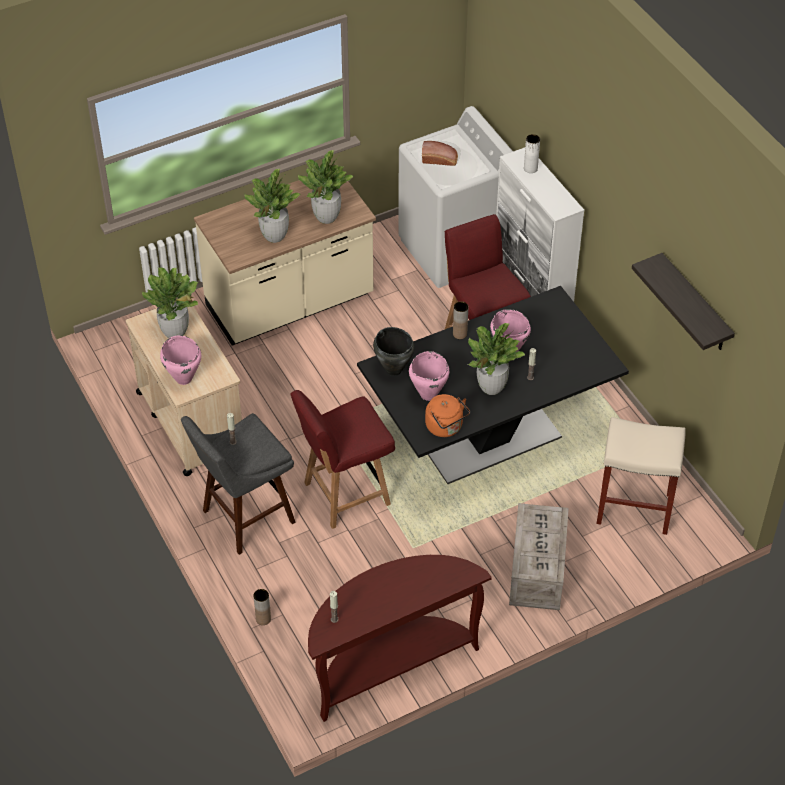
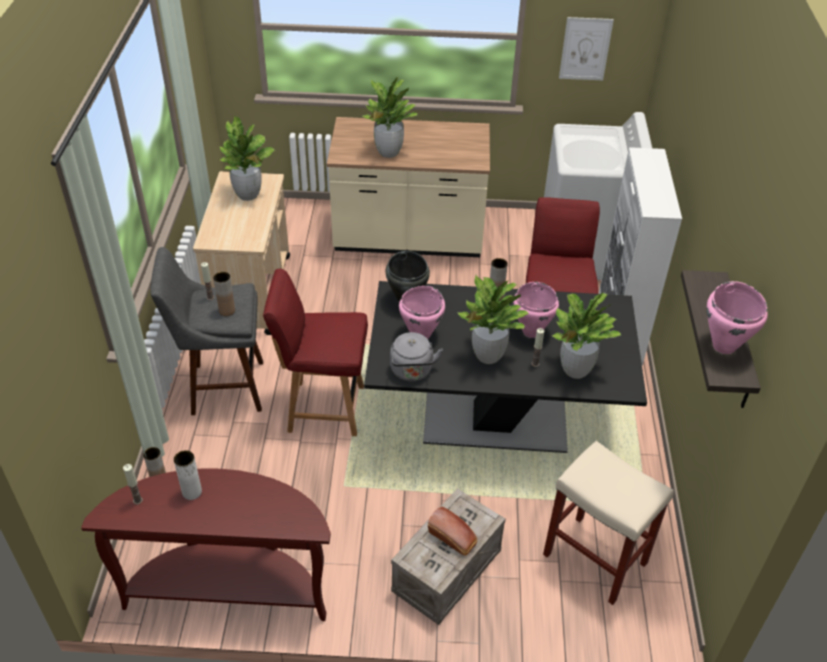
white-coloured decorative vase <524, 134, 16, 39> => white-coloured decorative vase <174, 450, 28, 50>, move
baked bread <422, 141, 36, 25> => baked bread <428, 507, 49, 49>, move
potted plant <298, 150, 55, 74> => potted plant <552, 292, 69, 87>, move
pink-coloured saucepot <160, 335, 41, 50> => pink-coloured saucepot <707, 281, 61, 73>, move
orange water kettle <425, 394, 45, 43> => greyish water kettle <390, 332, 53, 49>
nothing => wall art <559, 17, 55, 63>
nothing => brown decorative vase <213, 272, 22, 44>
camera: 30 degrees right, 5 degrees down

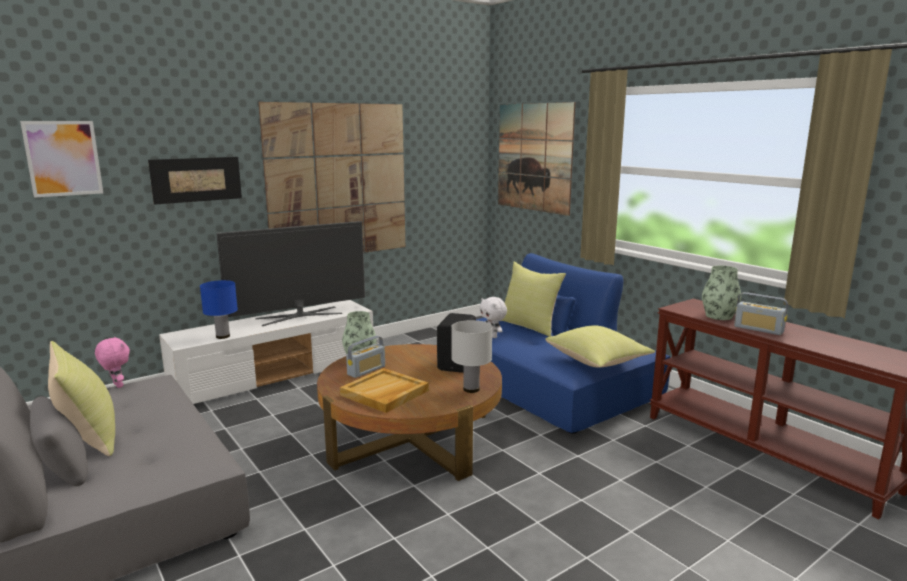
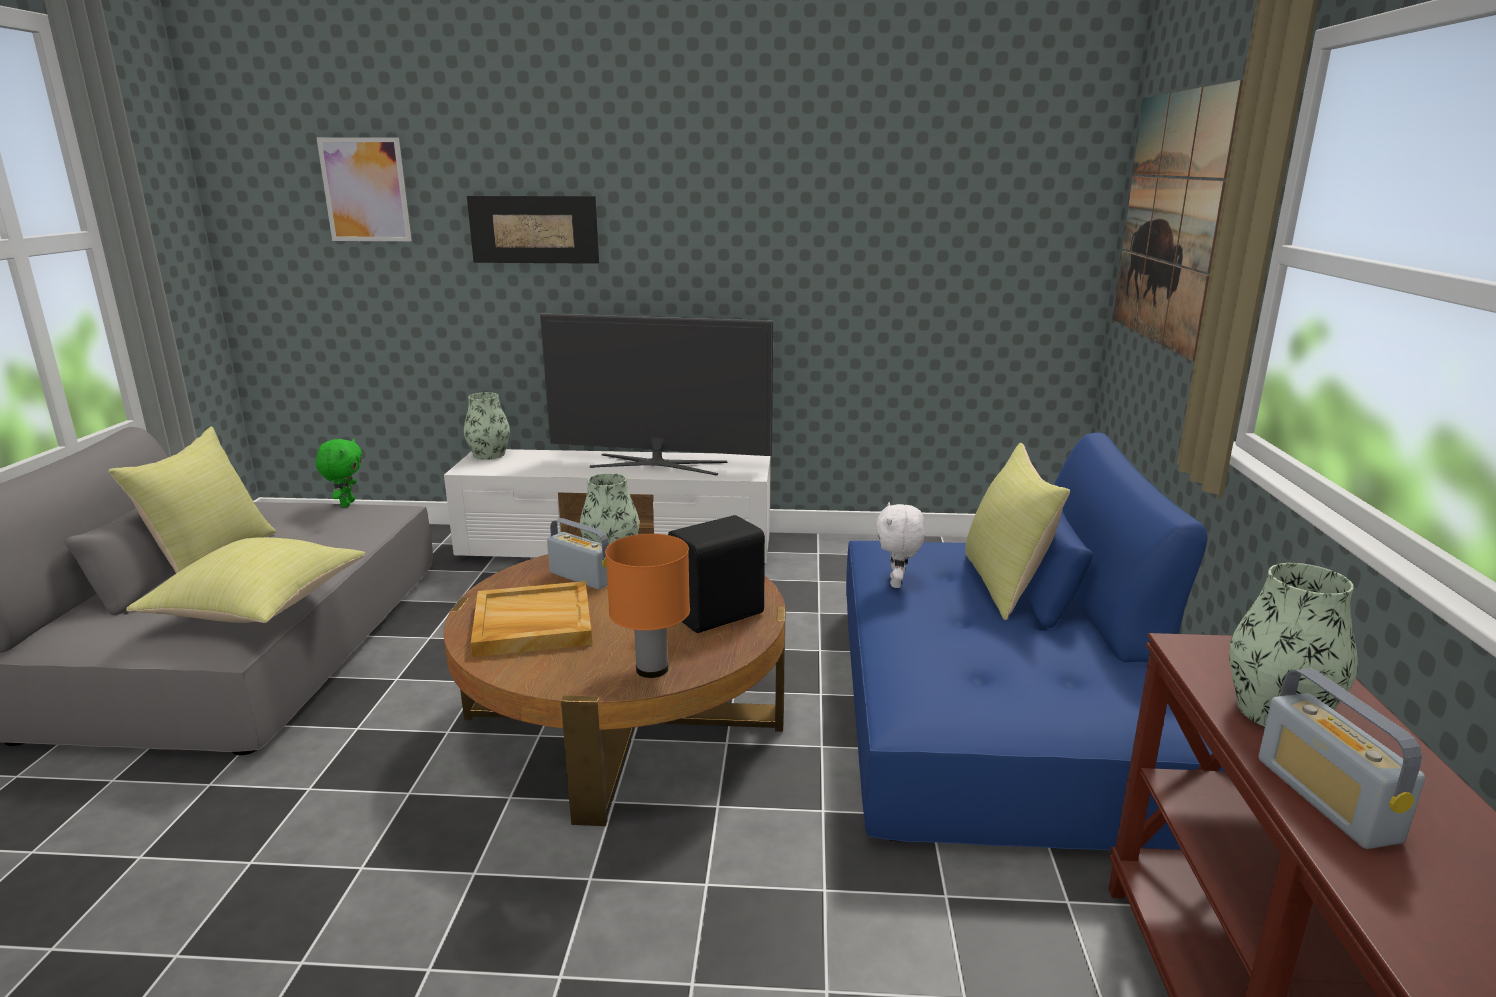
wall art <259, 102, 146, 151> => nothing
blue-coloured table lamp <200, 280, 38, 59> => nothing
white-coloured table lamp <451, 320, 42, 73> => orange table lamp <605, 534, 85, 144>
yellow-coloured pillow <545, 325, 110, 43> => yellow-coloured pillow <126, 537, 239, 86>, move
radio receiver <346, 336, 39, 42> => radio receiver <547, 518, 62, 72>, 135 degrees counterclockwise
pink-coloured cuddly toy <95, 337, 35, 51> => green cuddly toy <316, 438, 46, 69>
nothing => decorative vase <464, 392, 46, 68>
camera: 40 degrees right, 5 degrees up

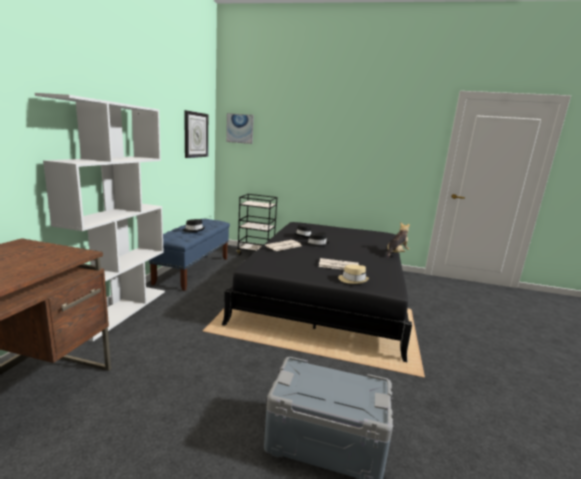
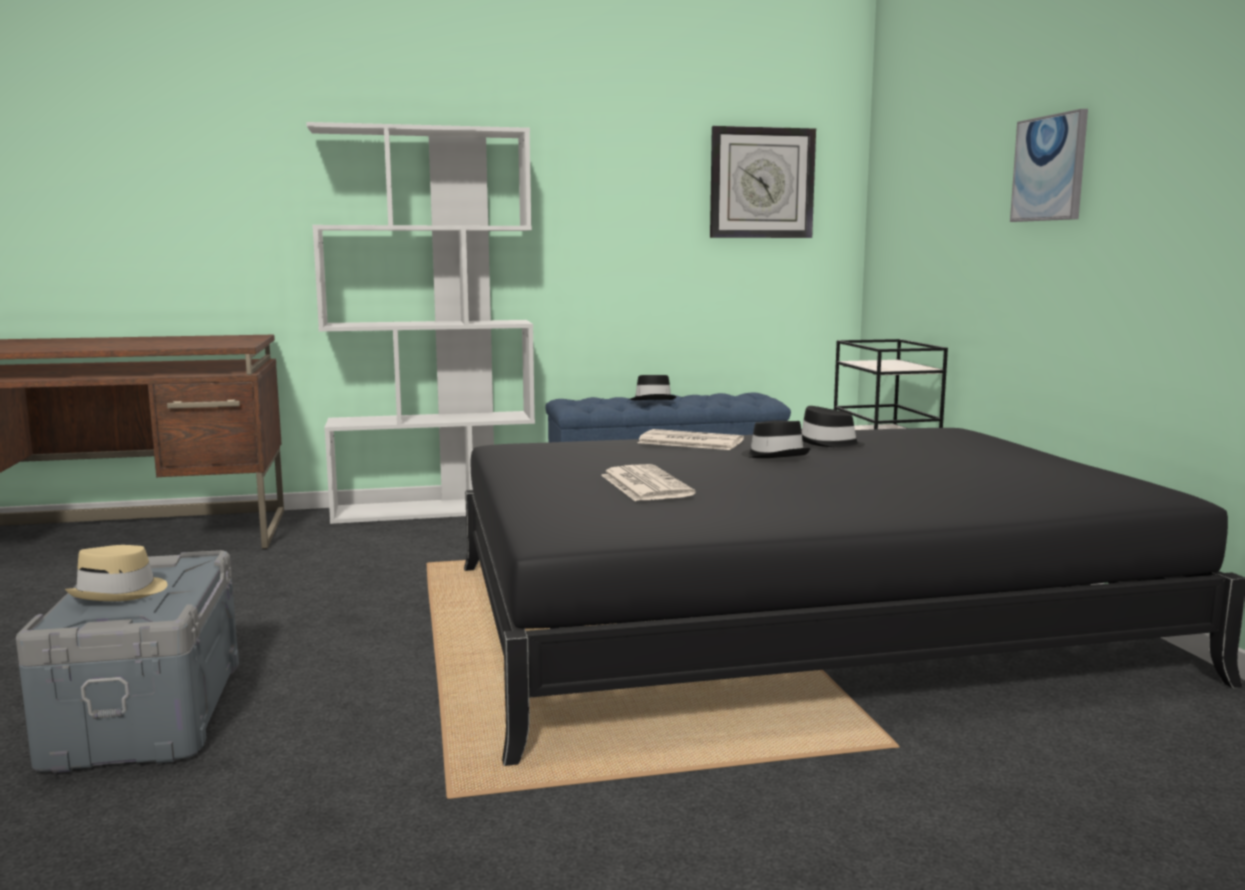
wall art <226, 113, 28, 31> => wall art <1010, 109, 78, 113>, move
cuddly toy <387, 222, 23, 37> => nothing
beige wearable hat <338, 265, 31, 19> => beige wearable hat <65, 545, 103, 56>, move
camera: 65 degrees right, 5 degrees down

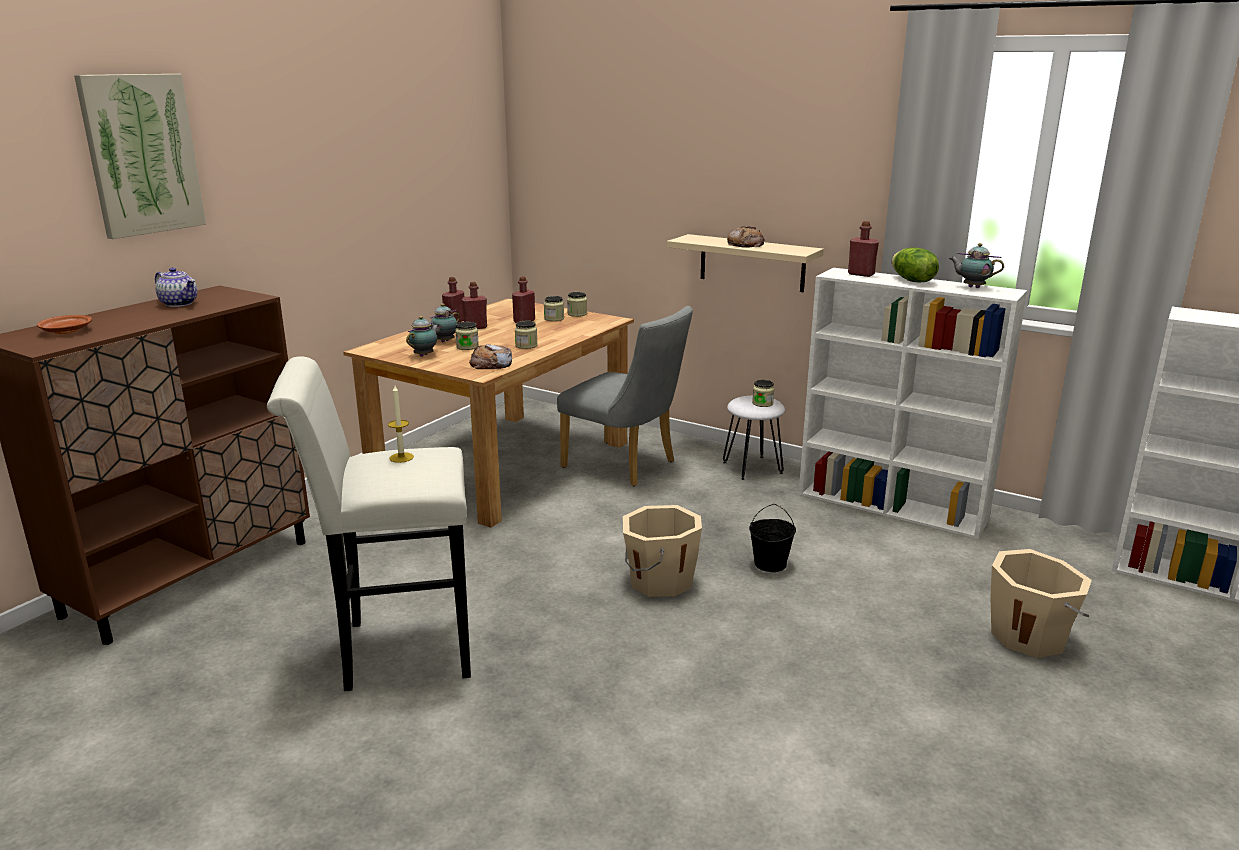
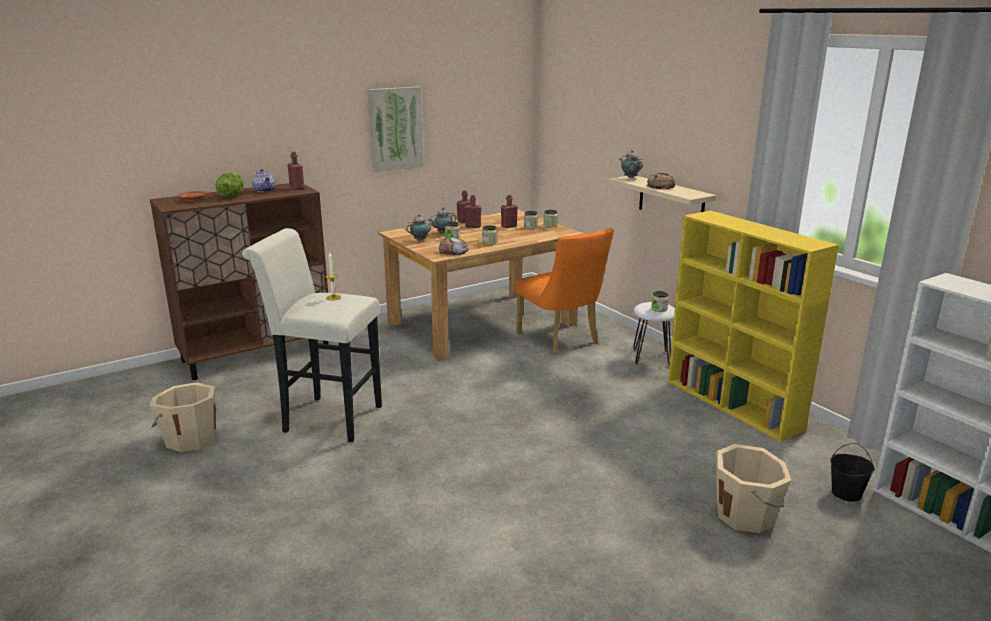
wall art <74, 74, 132, 165> => wall art <368, 87, 56, 85>, move
reddish bottle <848, 221, 31, 56> => reddish bottle <288, 152, 17, 38>, move
tea pot <949, 243, 55, 45> => tea pot <620, 150, 23, 29>, move
head of lettuce <892, 247, 47, 35> => head of lettuce <215, 172, 28, 25>, move
white-coloured bookcase <799, 268, 228, 271> => yellow-coloured bookcase <668, 210, 171, 232>
greyish plain chair <557, 306, 136, 180> => orange plain chair <515, 228, 99, 126>
black-coloured water bucket <749, 504, 47, 68> => black-coloured water bucket <830, 443, 45, 59>, move
beige water bucket <623, 505, 79, 92> => beige water bucket <150, 382, 66, 70>, move
camera: 25 degrees right, 0 degrees up

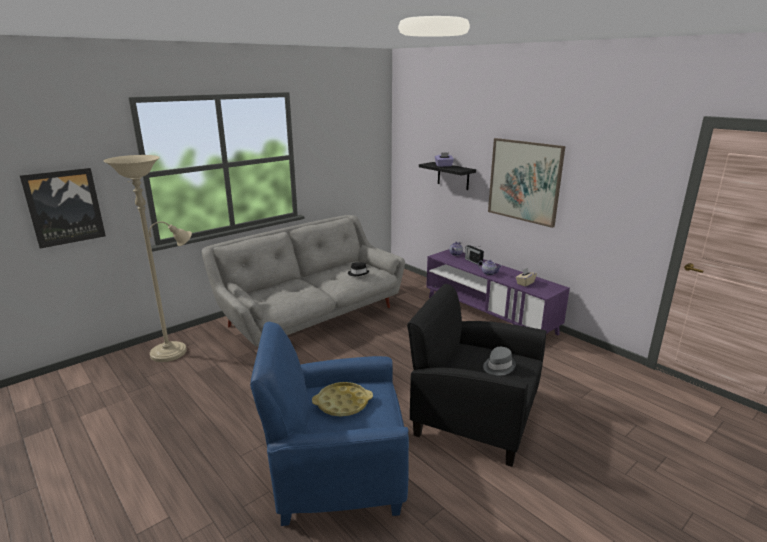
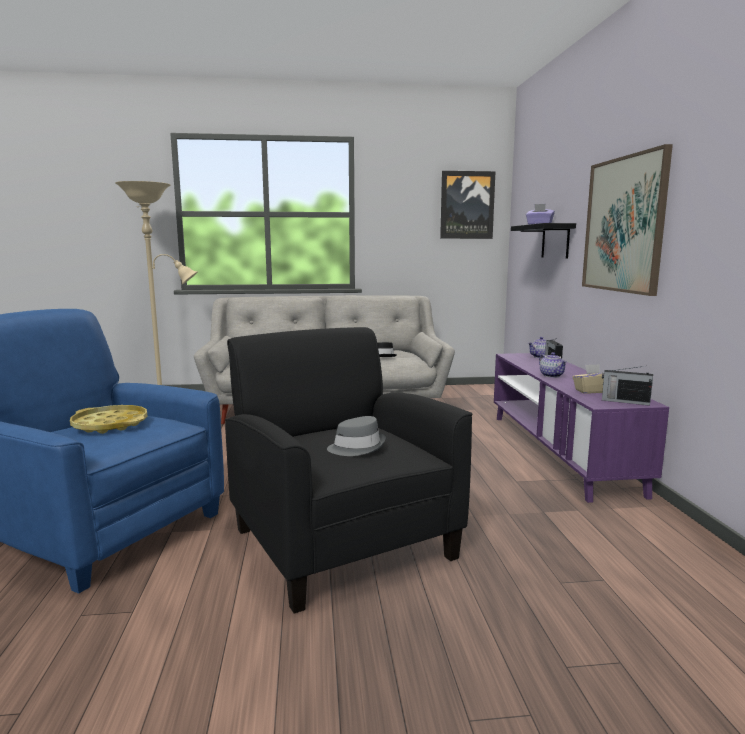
wall art <20, 168, 86, 81> => wall art <440, 171, 56, 68>, move
nothing => radio receiver <602, 366, 51, 40>
camera: 35 degrees right, 10 degrees down

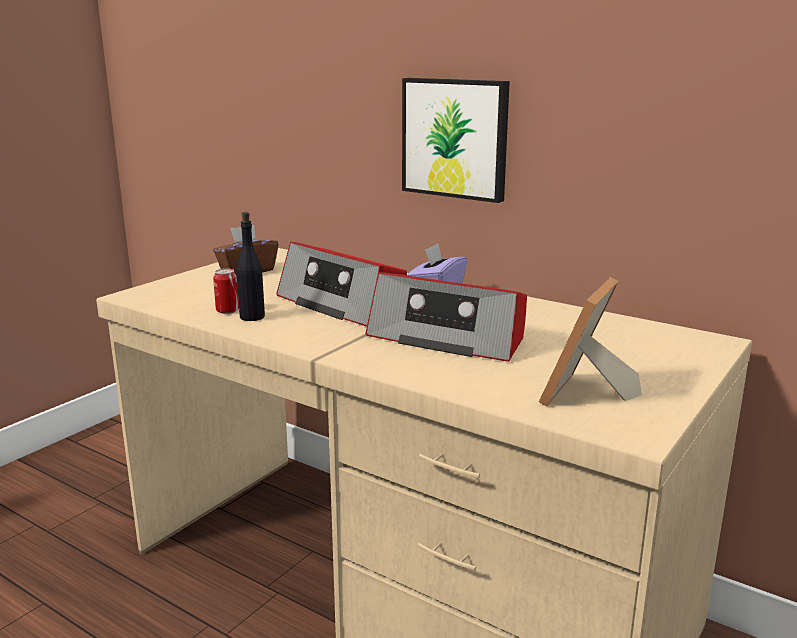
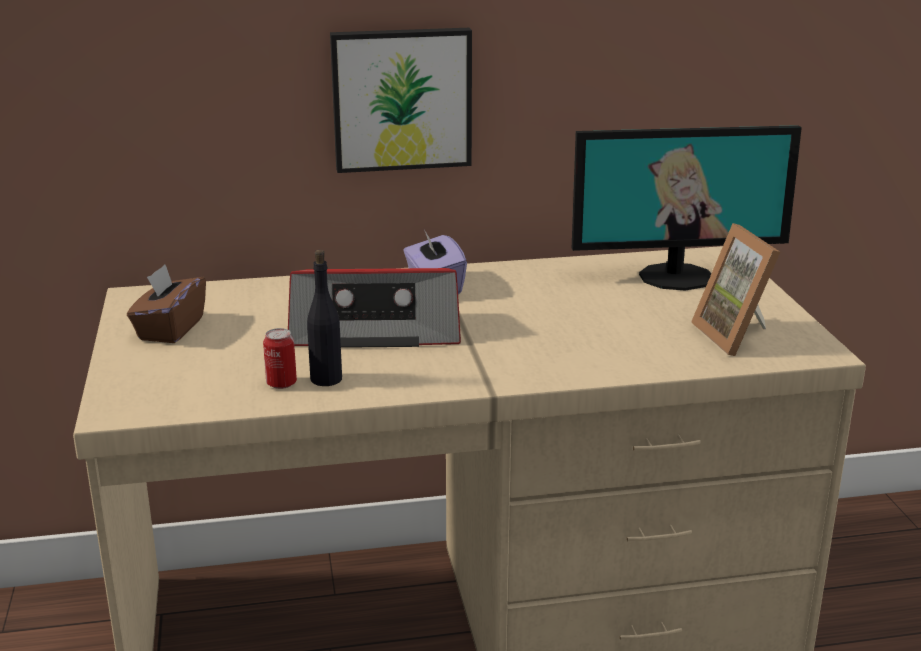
radio receiver <365, 272, 162, 90> => nothing
nothing => computer display <572, 125, 230, 166>
camera: 45 degrees left, 5 degrees up

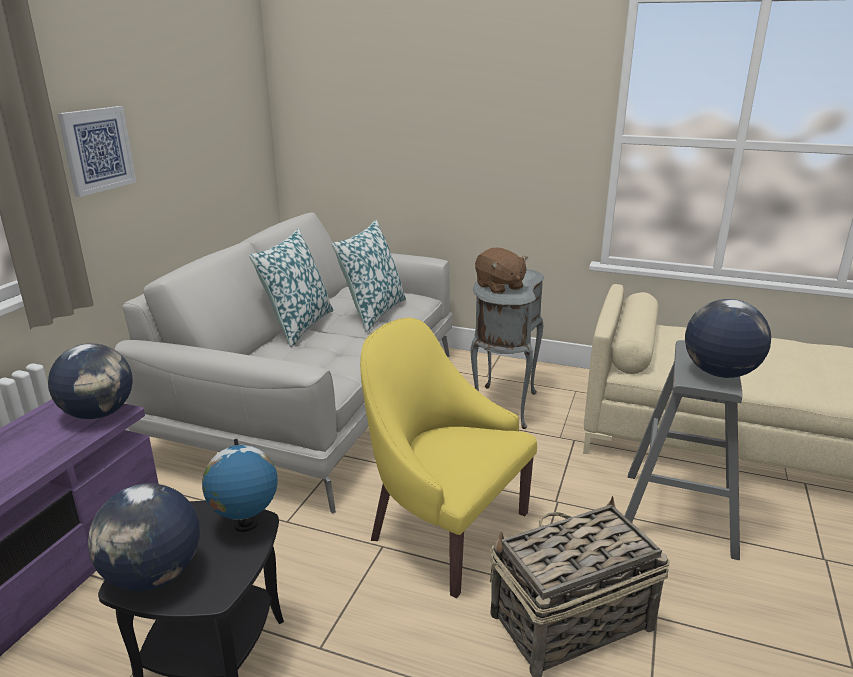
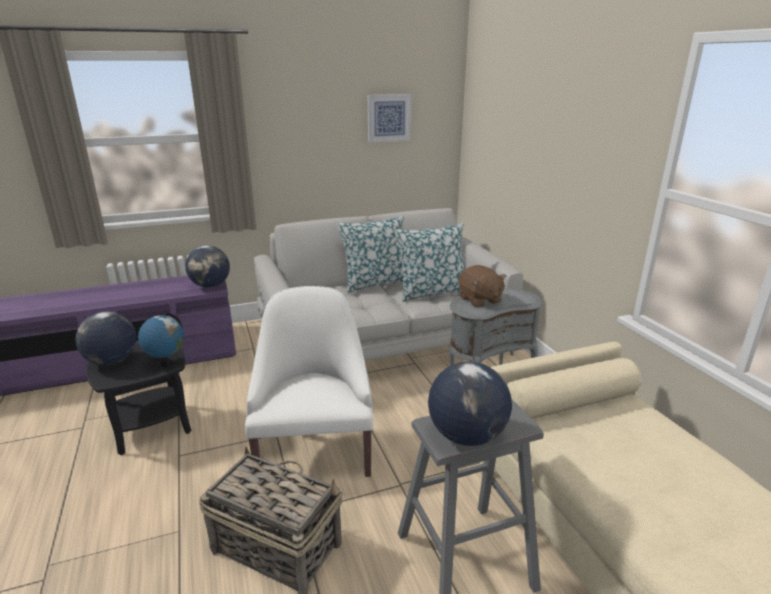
wall art <57, 106, 79, 91> => wall art <368, 94, 43, 48>, move
brown cuddly toy <475, 247, 53, 47> => brown cuddly toy <459, 265, 47, 43>, 45 degrees counterclockwise
yellow-coloured armchair <360, 318, 177, 280> => white-coloured armchair <245, 286, 128, 191>
camera: 50 degrees right, 0 degrees up

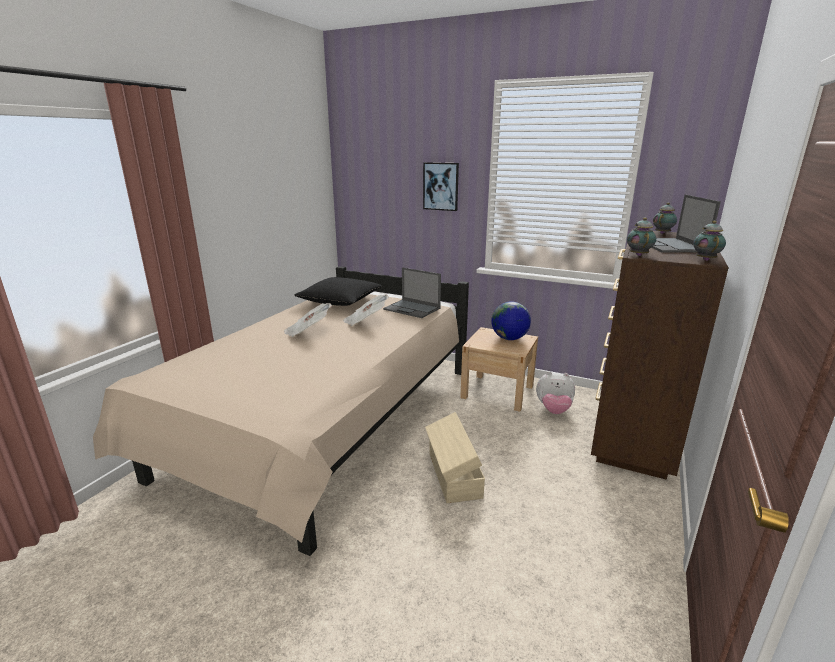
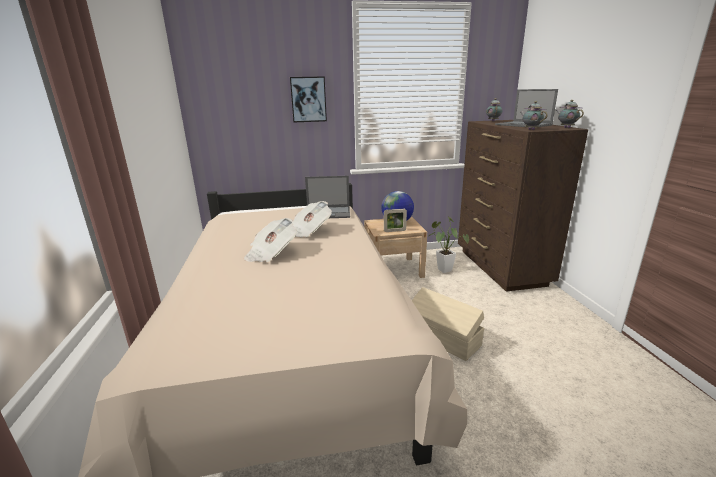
black-coloured pillow <294, 277, 88, 29> => nothing
cuddly toy <536, 372, 39, 42> => potted plant <427, 216, 42, 57>
nothing => standing frame <384, 209, 23, 23>
camera: 35 degrees left, 0 degrees up

